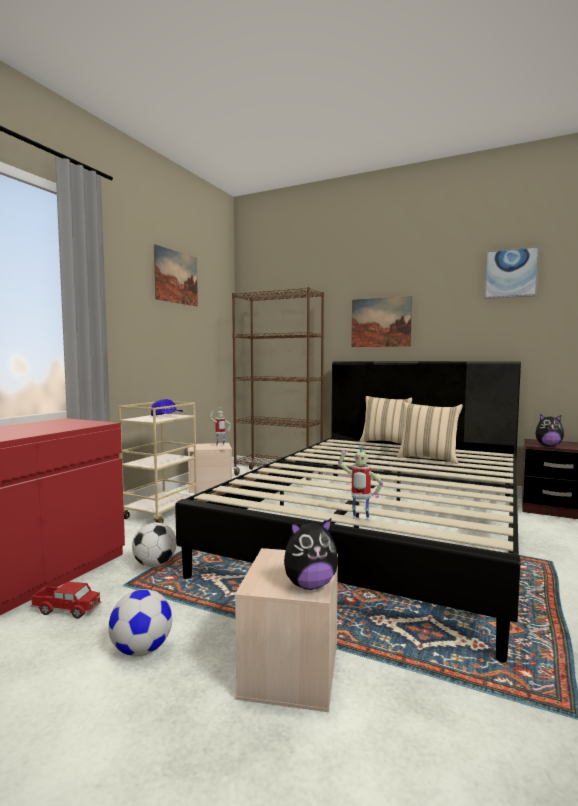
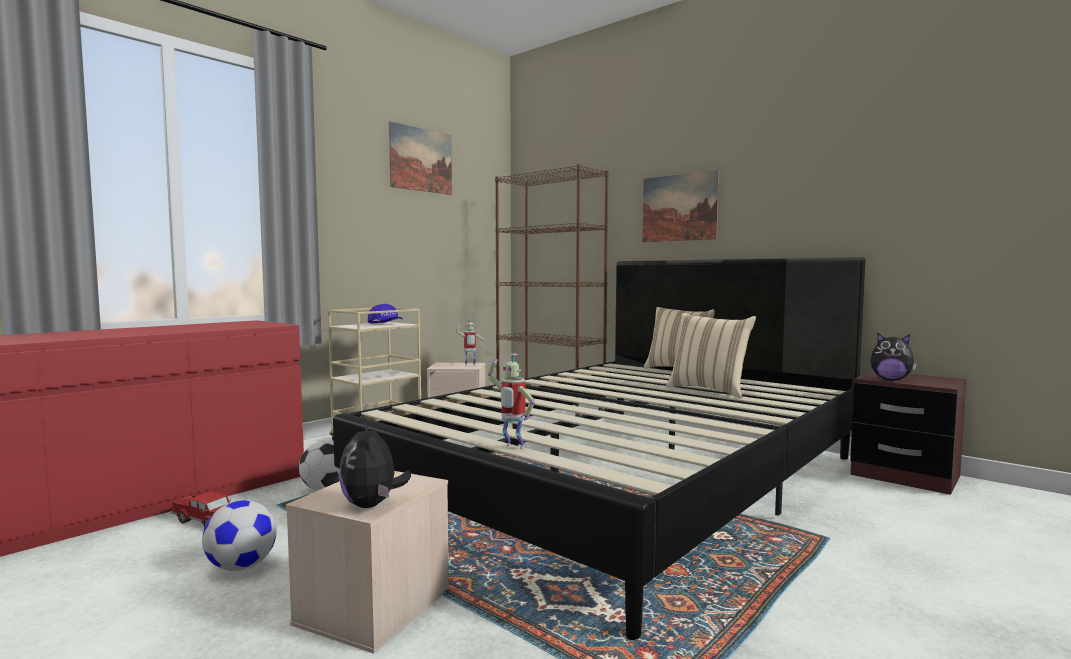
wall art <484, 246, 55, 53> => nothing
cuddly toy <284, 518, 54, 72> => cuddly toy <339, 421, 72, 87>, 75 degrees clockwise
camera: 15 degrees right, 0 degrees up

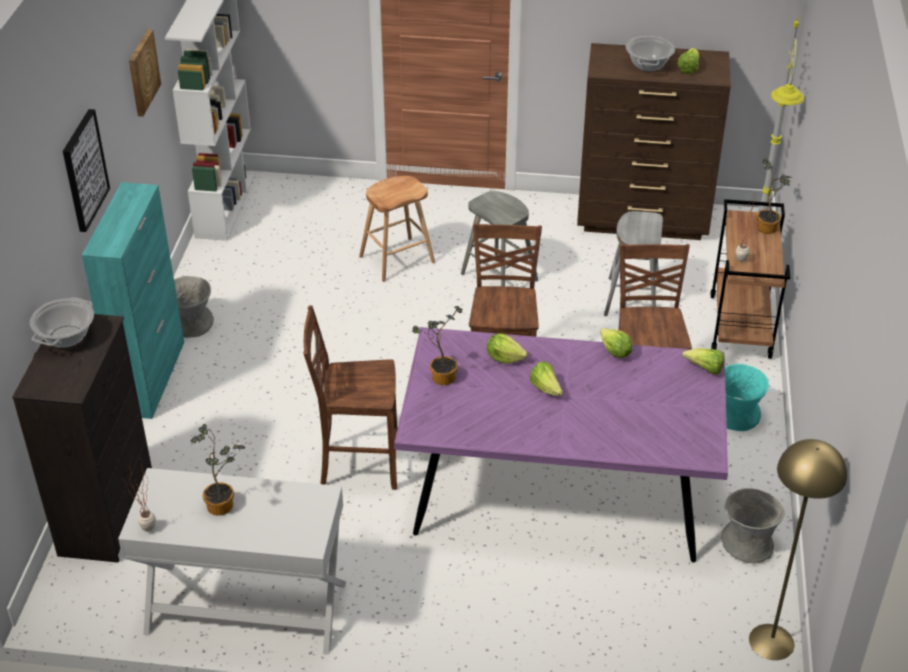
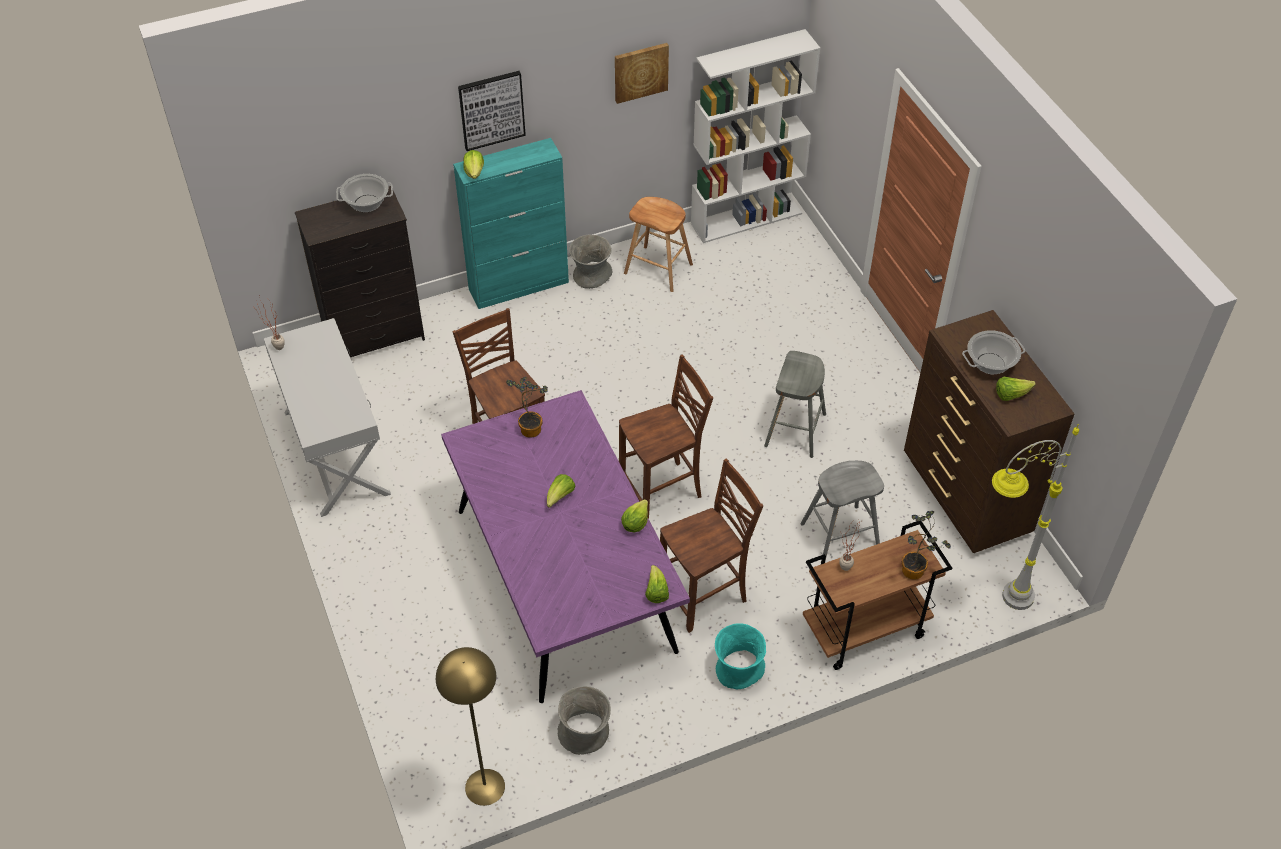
brown stool seat <359, 176, 76, 106> => brown stool seat <624, 197, 69, 95>, move
head of lettuce <487, 333, 41, 31> => head of lettuce <463, 150, 21, 29>, move
potted plant <191, 424, 54, 91> => nothing
camera: 60 degrees right, 10 degrees up

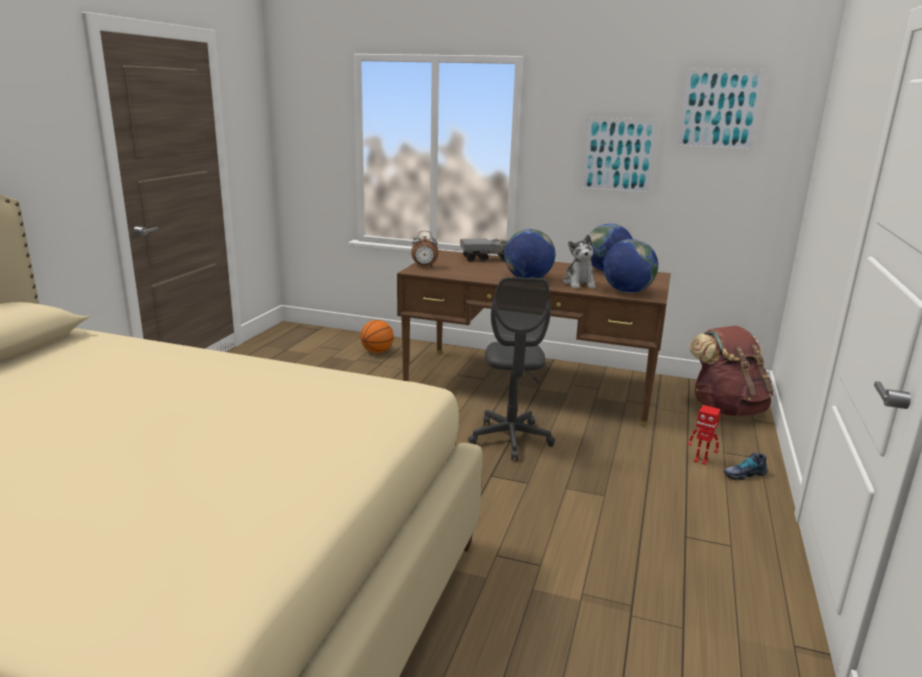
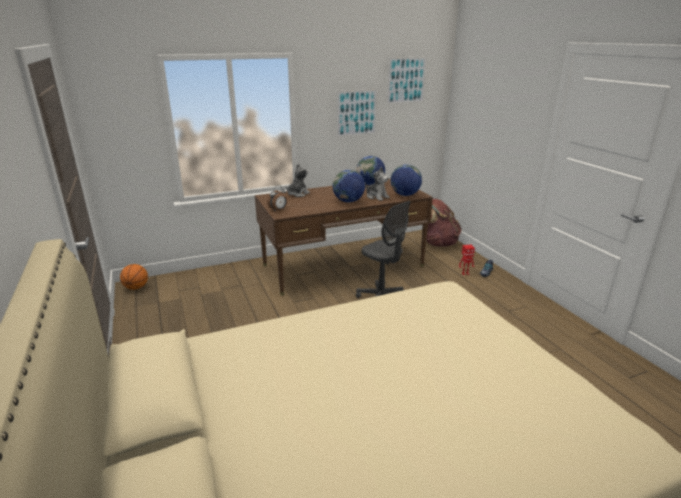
toy truck <460, 238, 49, 24> => cuddly toy <286, 164, 24, 33>
basketball ball <360, 320, 34, 33> => basketball ball <120, 264, 28, 26>, move
camera: 40 degrees left, 5 degrees up

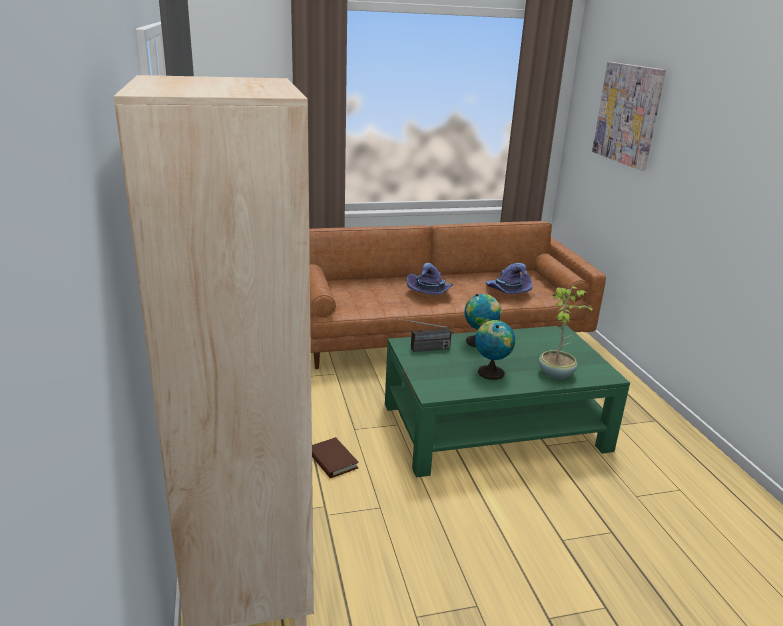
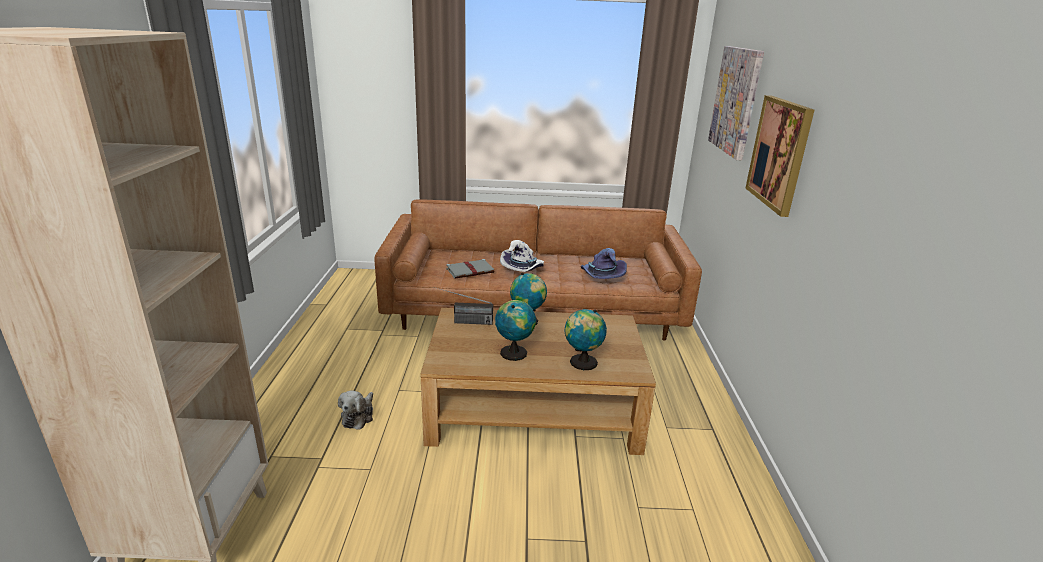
purple wearable hat <407, 263, 46, 32> => white-coloured wearable hat <500, 240, 44, 32>
potted plant <539, 286, 54, 93> => world globe <565, 309, 42, 61>
green lounge table <385, 325, 245, 153> => brown lounge table <420, 308, 236, 147>
brown volume <312, 437, 47, 41> => cuddly toy <338, 391, 35, 39>
nothing => wall art <746, 95, 68, 122>
nothing => greyish volume <446, 259, 48, 20>
camera: 15 degrees right, 0 degrees up

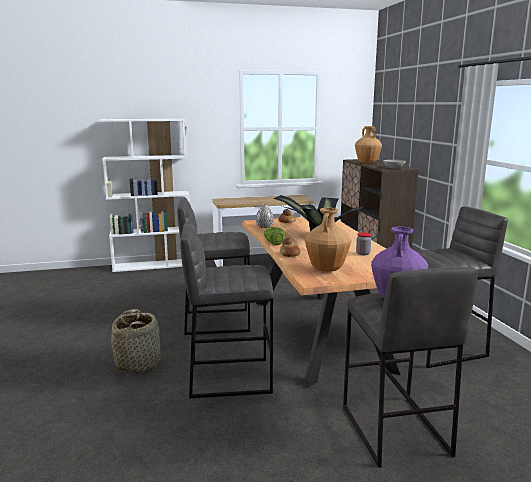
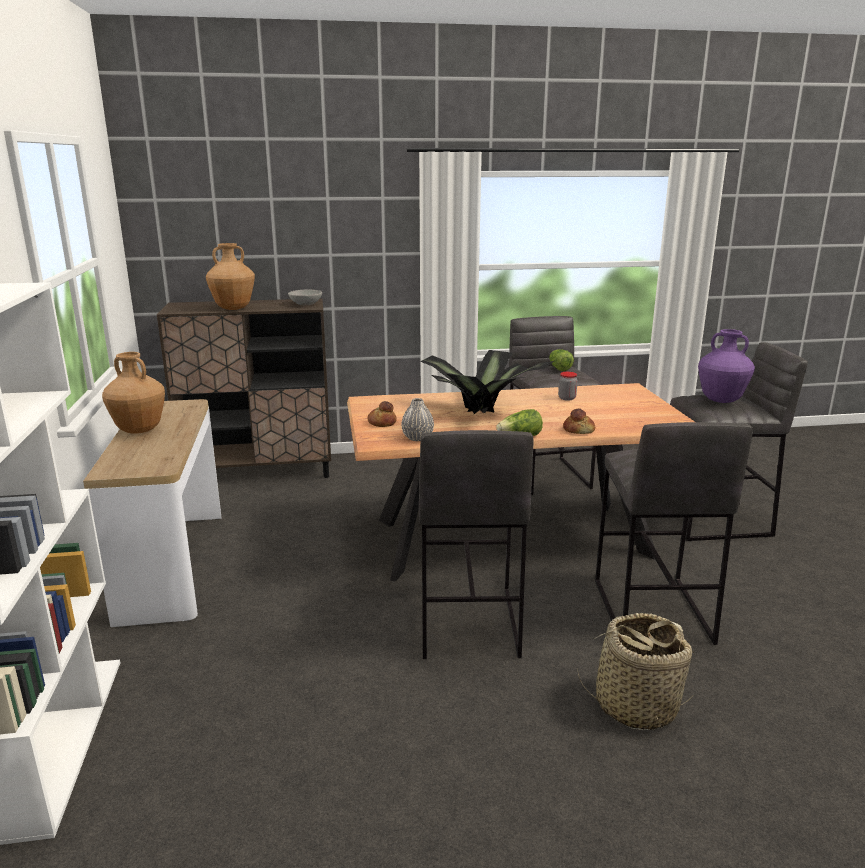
brown decorative vase <305, 208, 46, 64> => brown decorative vase <102, 352, 63, 81>, move
nothing => head of lettuce <549, 349, 25, 22>
camera: 85 degrees left, 5 degrees up

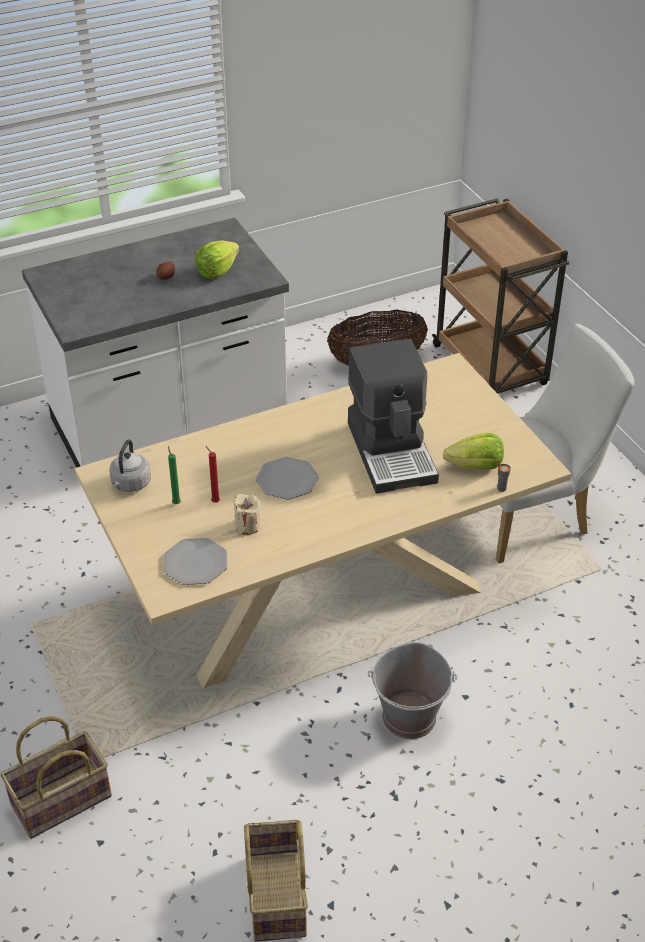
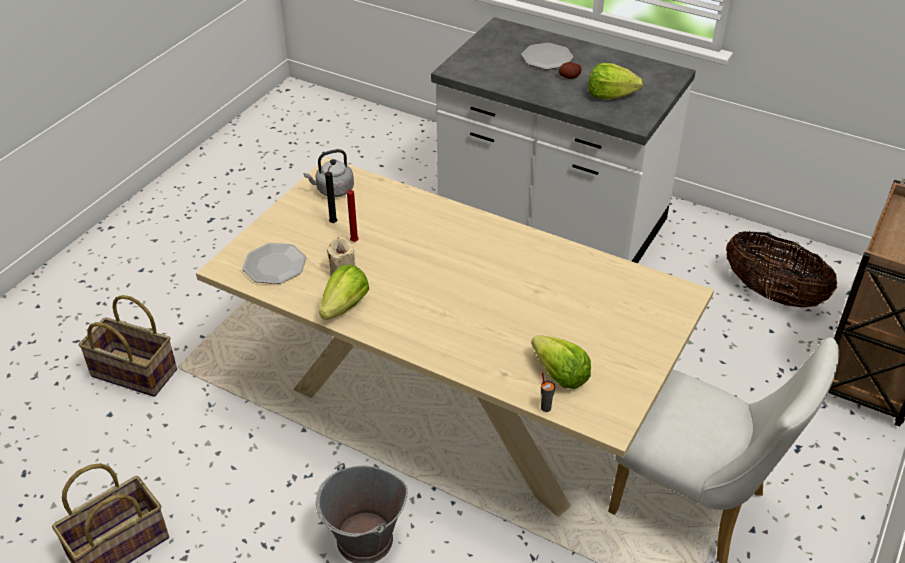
coffee machine <348, 339, 91, 155> => nothing
green wax candle <168, 446, 13, 58> => black-coloured wax candle <325, 164, 12, 59>
flat dish <256, 457, 63, 42> => flat dish <521, 43, 53, 27>, move
nothing => head of lettuce <319, 265, 50, 55>
camera: 55 degrees right, 0 degrees up

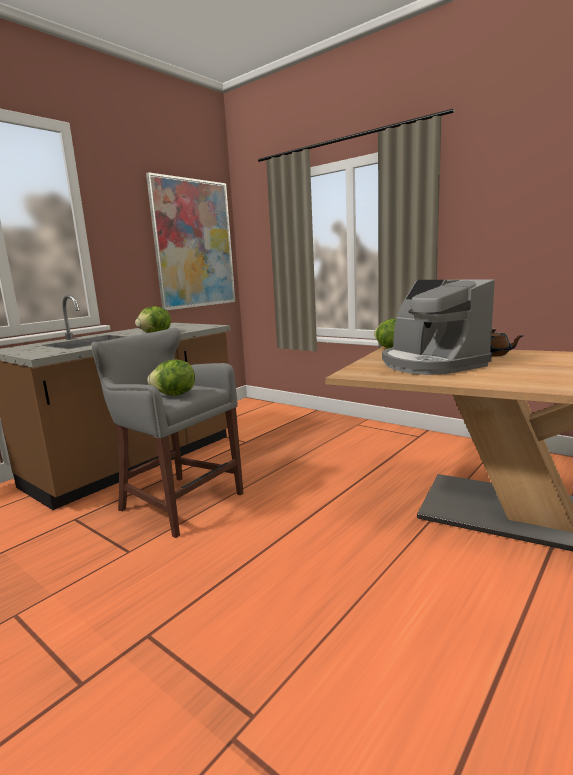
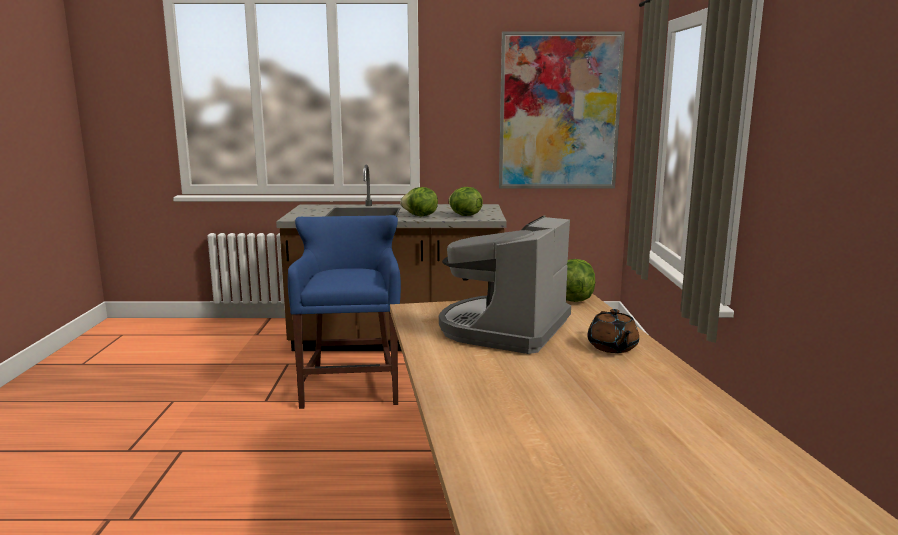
greyish stool seat <91, 328, 153, 210> => blue-coloured stool seat <288, 215, 113, 194>
head of lettuce <147, 359, 48, 37> => head of lettuce <448, 187, 35, 29>, move
camera: 50 degrees right, 0 degrees up

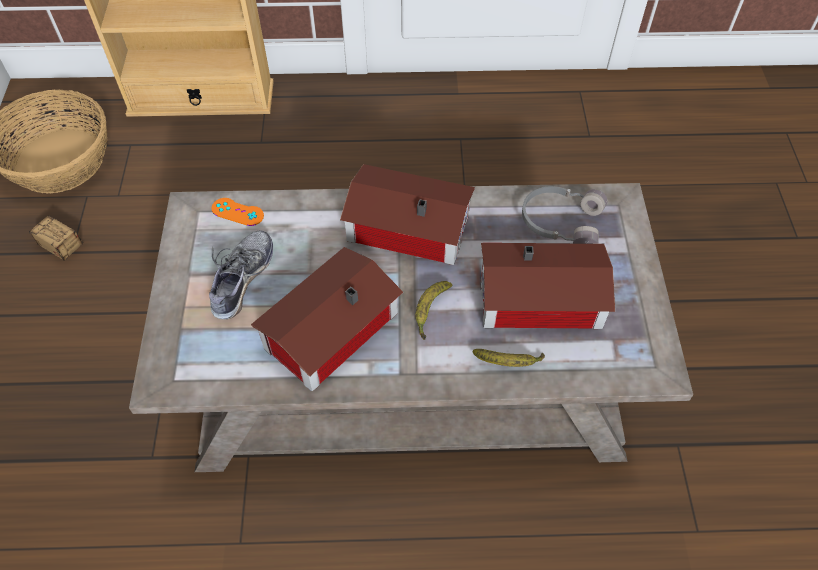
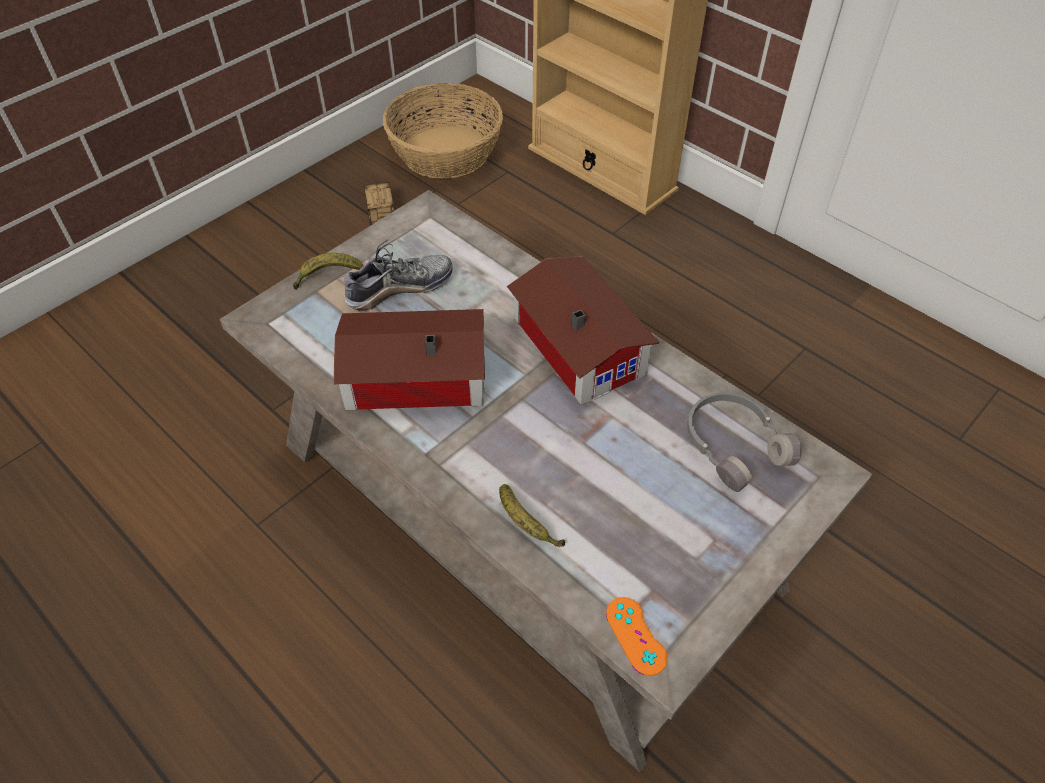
orange joypad <211, 198, 53, 28> => orange joypad <606, 597, 62, 79>, move
miniature house <481, 243, 134, 86> => nothing
whole banana <415, 281, 38, 59> => whole banana <293, 253, 71, 37>, move
camera: 45 degrees right, 5 degrees down

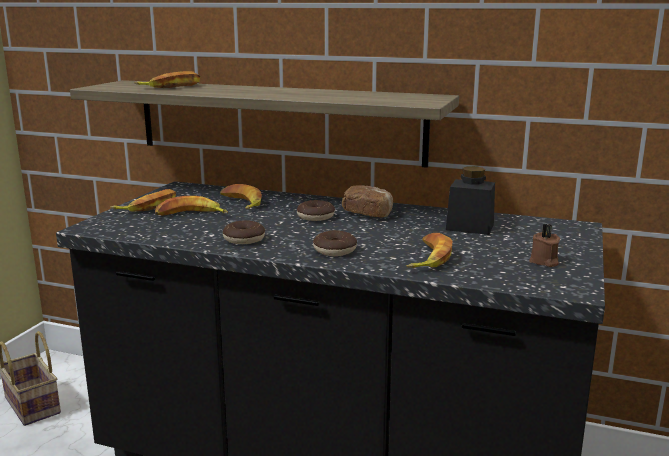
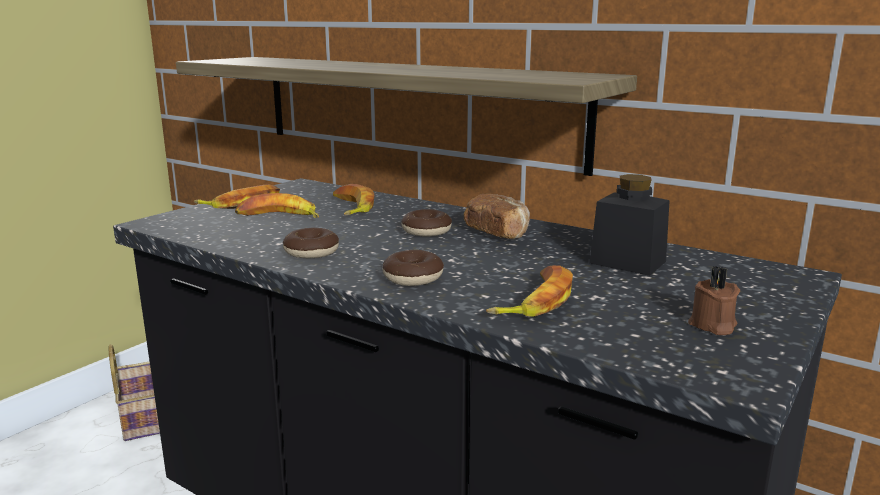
whole banana <134, 71, 66, 17> => nothing
camera: 15 degrees right, 0 degrees up

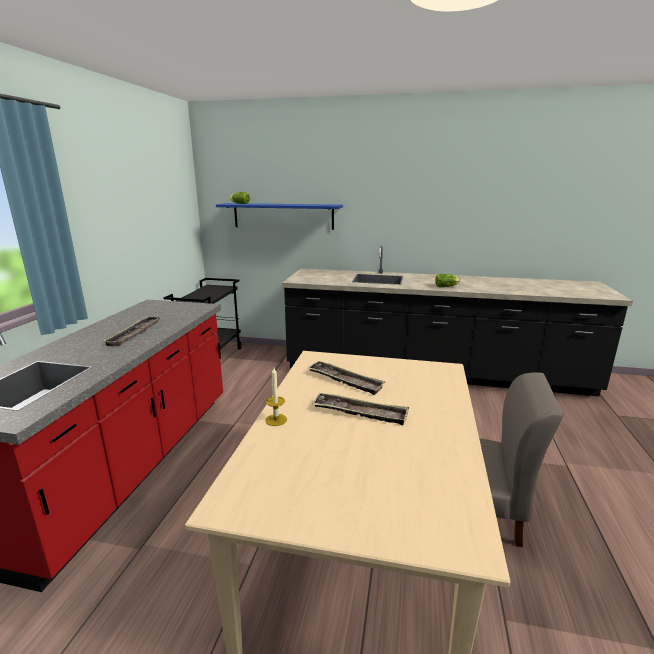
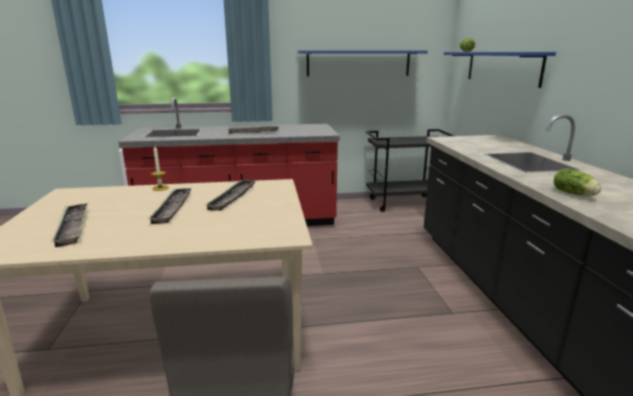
nothing => blue-coloured shelf <297, 50, 131, 26>
nothing => serving tray <51, 203, 37, 44>
camera: 70 degrees right, 0 degrees up

